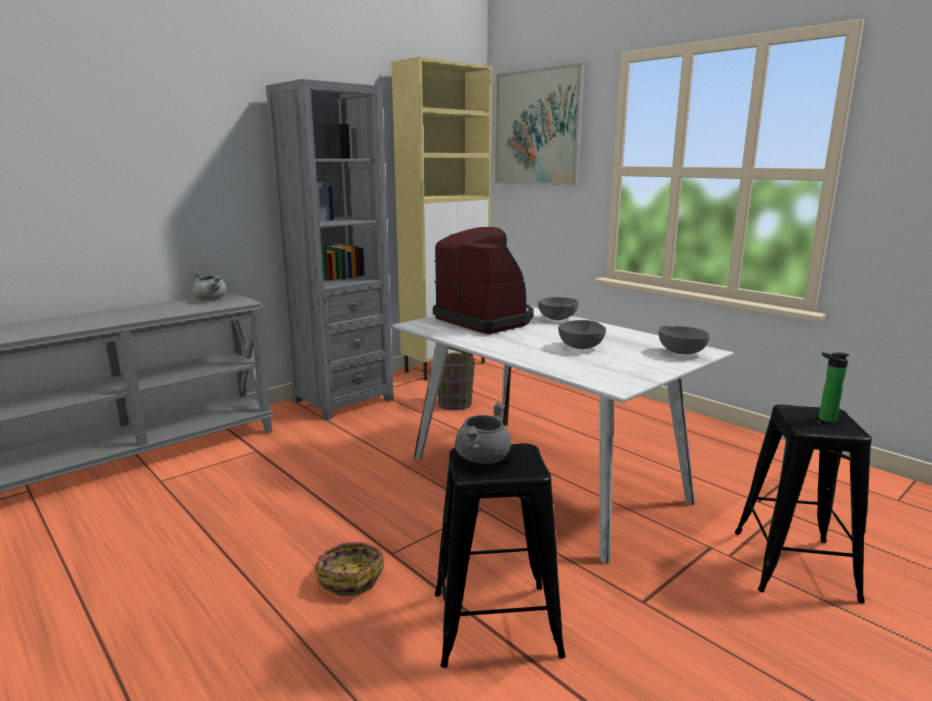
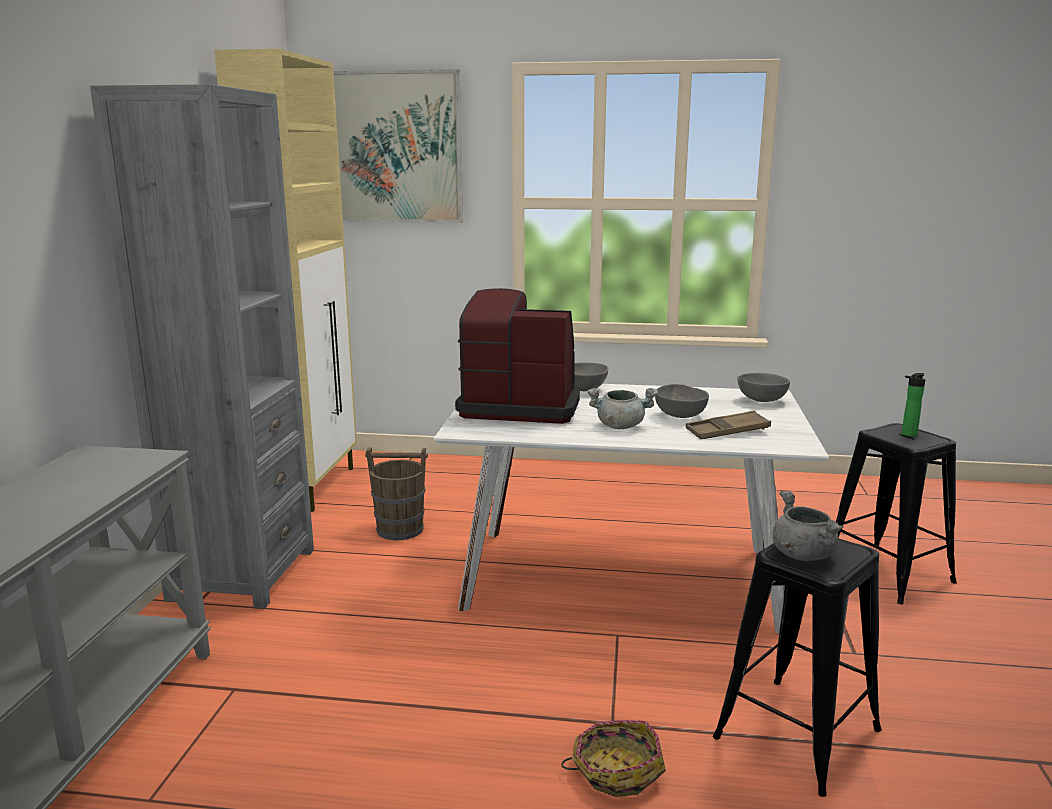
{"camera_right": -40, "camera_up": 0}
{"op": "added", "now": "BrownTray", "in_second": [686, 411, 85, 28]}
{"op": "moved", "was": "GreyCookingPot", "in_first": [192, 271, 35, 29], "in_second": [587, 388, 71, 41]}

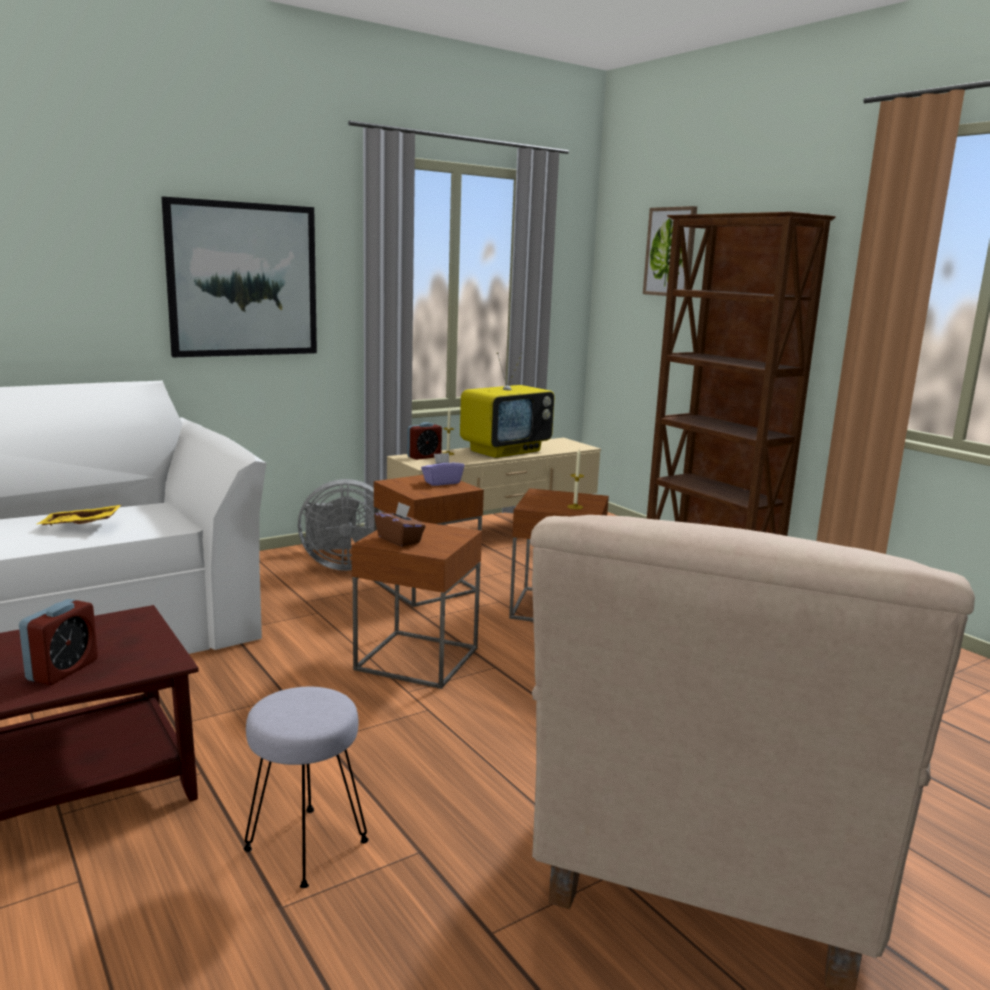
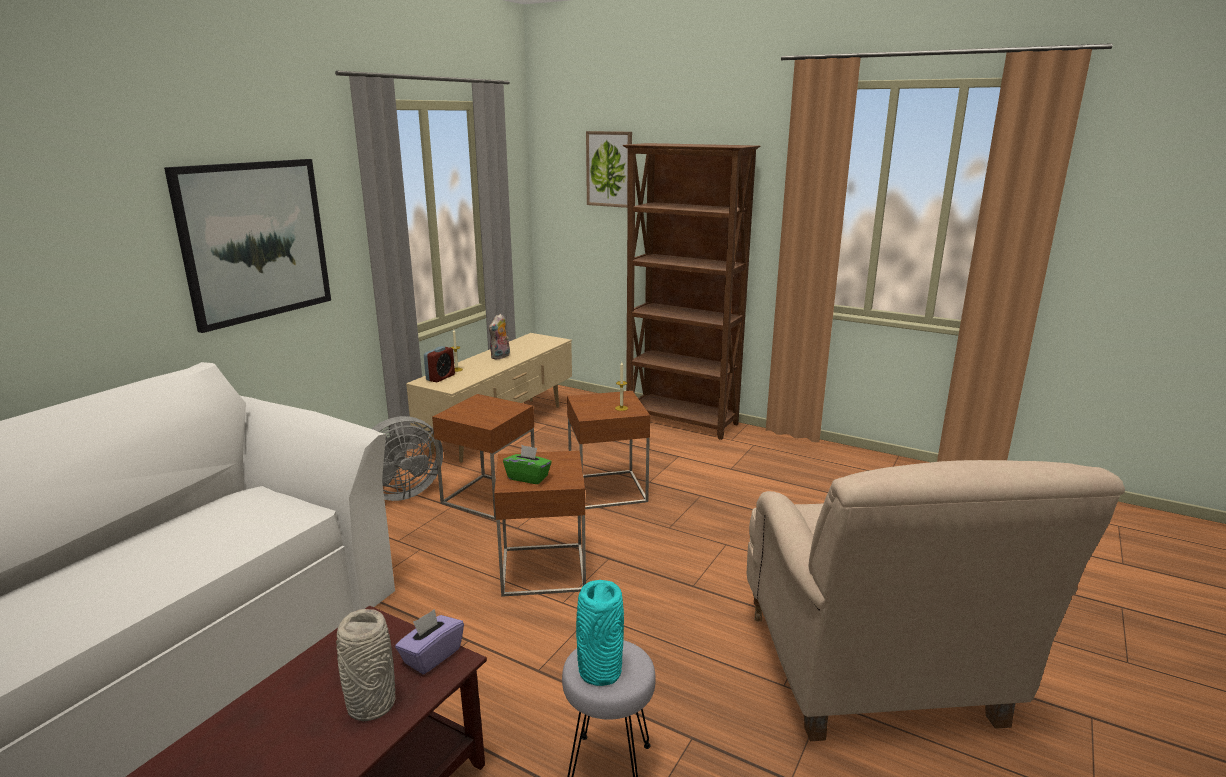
{"camera_right": -25, "camera_up": 5}
{"op": "removed", "was": "YellowTray", "in_first": [37, 505, 84, 21]}
{"op": "added", "now": "TurquoiseVase", "in_second": [576, 580, 48, 106]}
{"op": "moved", "was": "PurpleTissueBox", "in_first": [421, 453, 43, 33], "in_second": [395, 609, 69, 65]}
{"op": "replaced", "was": "AlarmClock", "now": "GreyVase", "in_first": [19, 599, 79, 86], "in_second": [336, 609, 60, 112]}
{"op": "replaced", "was": "Television", "now": "PlushToy", "in_first": [460, 352, 94, 106], "in_second": [489, 314, 21, 46]}
{"op": "recoloured", "was": "BrownTissueBox", "now": "GreenTissueBox", "in_first": [374, 502, 52, 45], "in_second": [503, 445, 49, 39]}

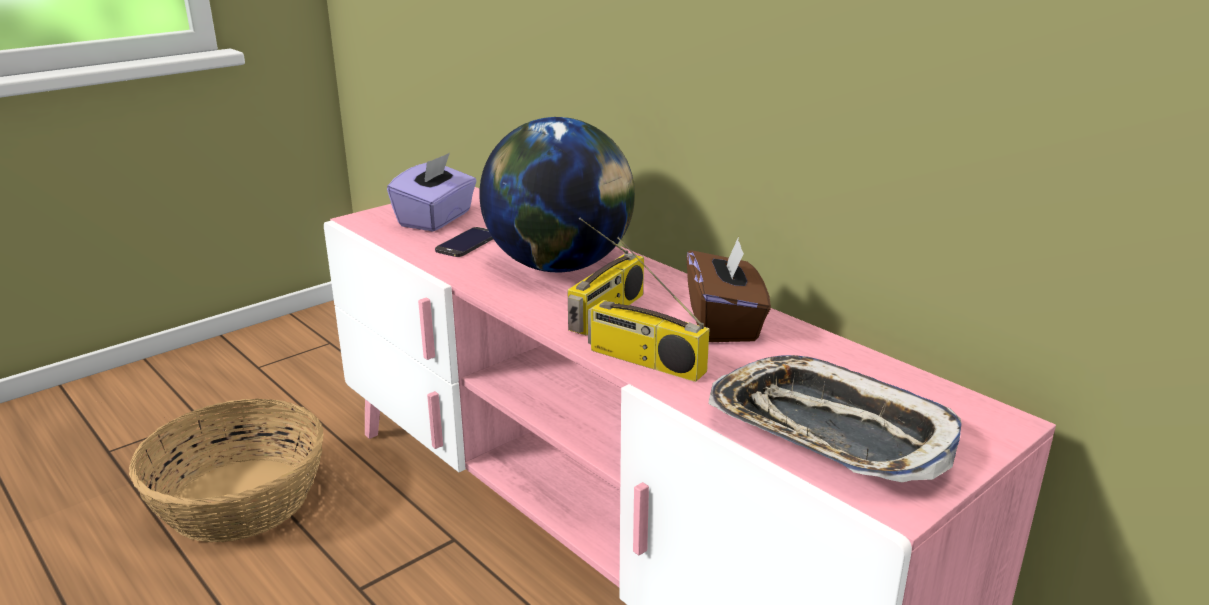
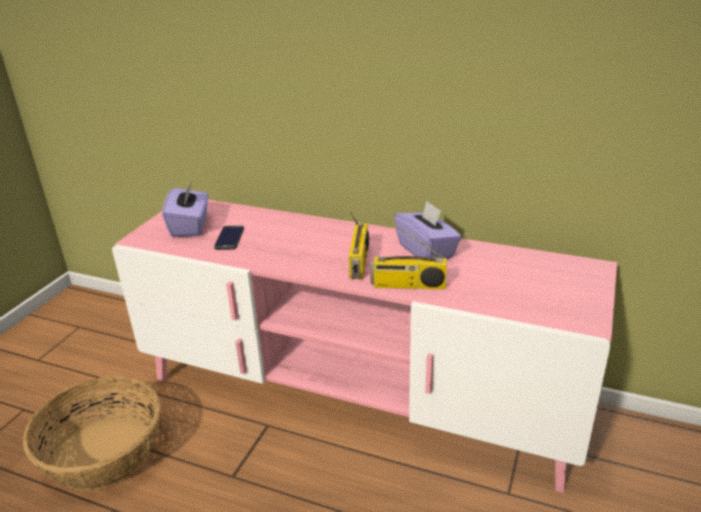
{"camera_right": -25, "camera_up": 5}
{"op": "removed", "was": "Globe", "in_first": [479, 117, 156, 155]}
{"op": "removed", "was": "Tray", "in_first": [708, 355, 254, 127]}
{"op": "recoloured", "was": "BrownTissueBox", "now": "PurpleTissueBox", "in_first": [686, 236, 85, 106], "in_second": [394, 201, 68, 58]}

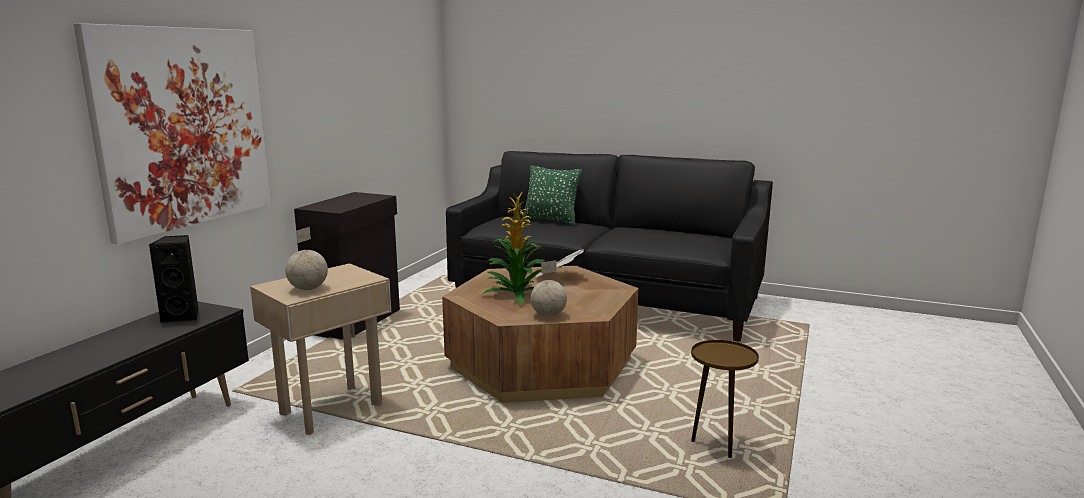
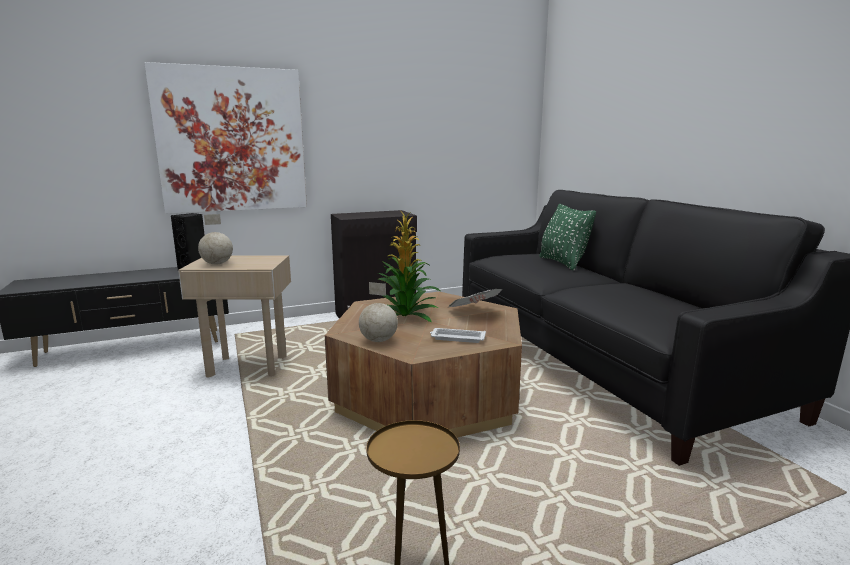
{"camera_right": 45, "camera_up": 0}
{"op": "added", "now": "WhiteTray", "in_second": [430, 328, 56, 15]}

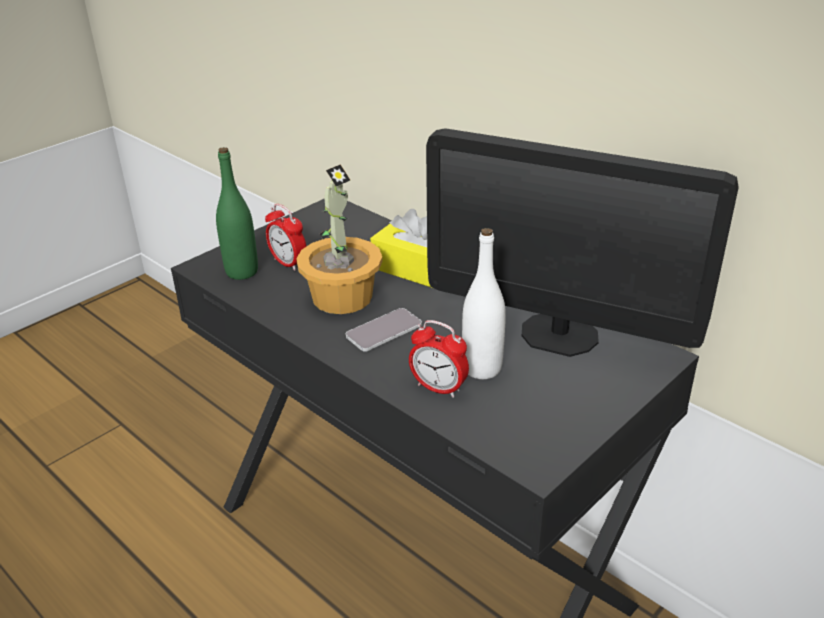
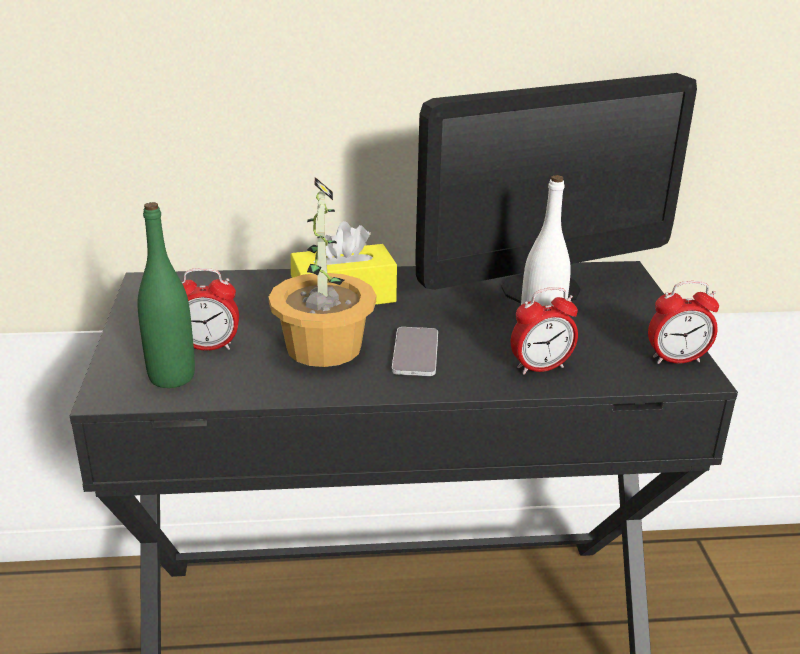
{"camera_right": -50, "camera_up": -5}
{"op": "added", "now": "AlarmClock", "in_second": [648, 281, 71, 83]}

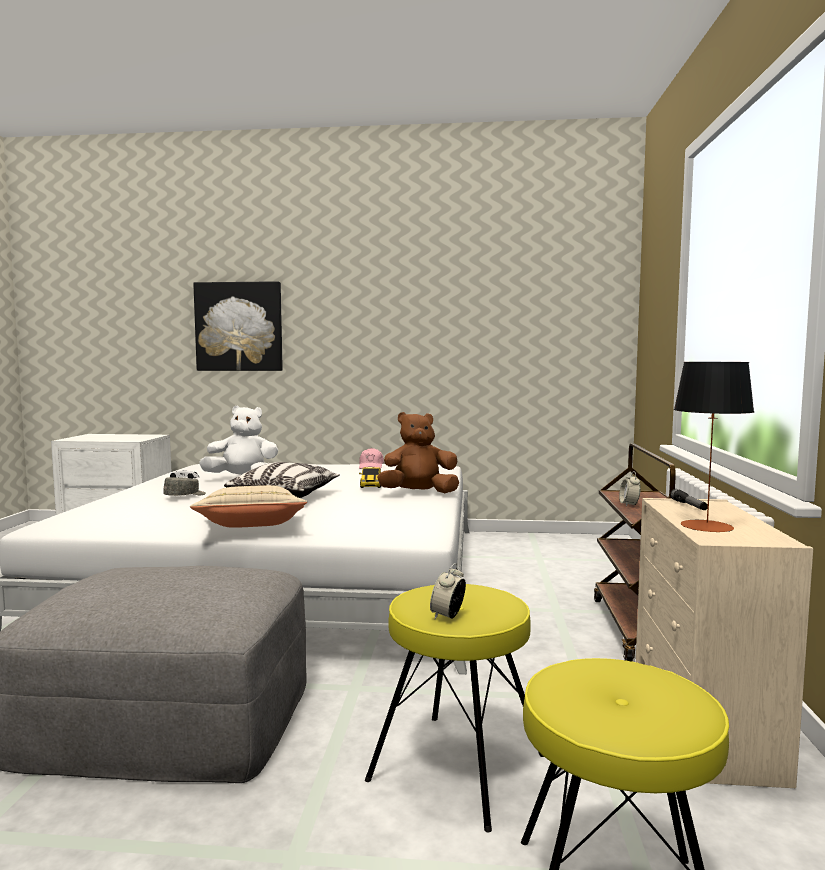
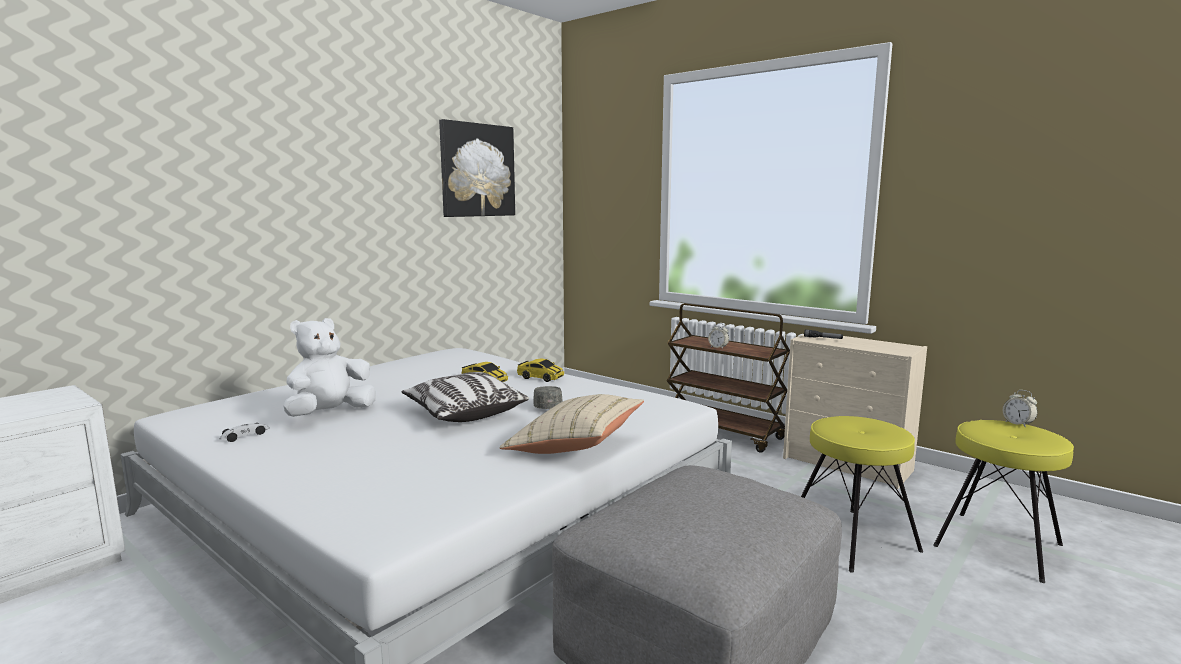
{"camera_right": -55, "camera_up": 5}
{"op": "removed", "was": "PinkCap", "in_first": [359, 448, 25, 21]}
{"op": "removed", "was": "TableLamp", "in_first": [674, 362, 80, 170]}
{"op": "moved", "was": "GreyCap", "in_first": [163, 477, 43, 19], "in_second": [533, 386, 30, 23]}
{"op": "moved", "was": "Picture", "in_first": [193, 281, 90, 90], "in_second": [439, 119, 76, 98]}
{"op": "moved", "was": "AlarmClock", "in_first": [430, 563, 36, 56], "in_second": [1003, 390, 35, 38]}
{"op": "replaced", "was": "BrownPlushToy", "now": "ToyCar", "in_first": [377, 412, 82, 81], "in_second": [517, 359, 47, 23]}

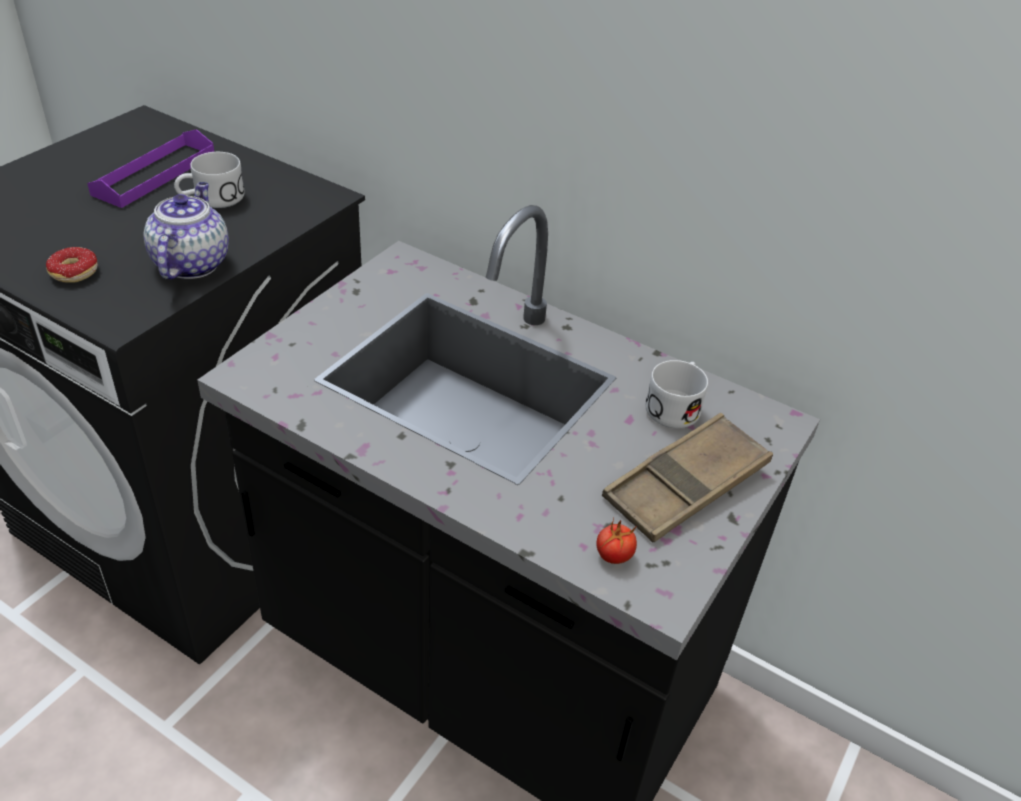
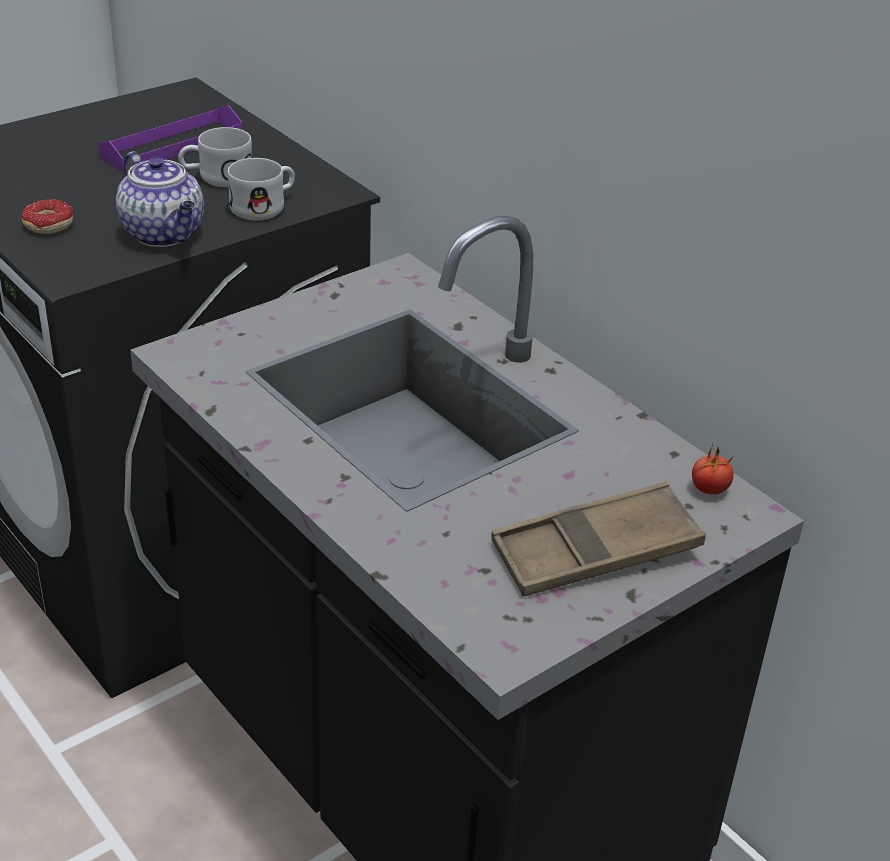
{"camera_right": 20, "camera_up": -5}
{"op": "moved", "was": "Tomato", "in_first": [596, 517, 41, 47], "in_second": [692, 444, 42, 51]}
{"op": "moved", "was": "WhiteMug", "in_first": [645, 360, 63, 68], "in_second": [228, 158, 67, 62]}
{"op": "turned", "was": "Teapot", "in_first": [144, 182, 85, 98], "in_second": [116, 151, 88, 96], "clockwise": 120}

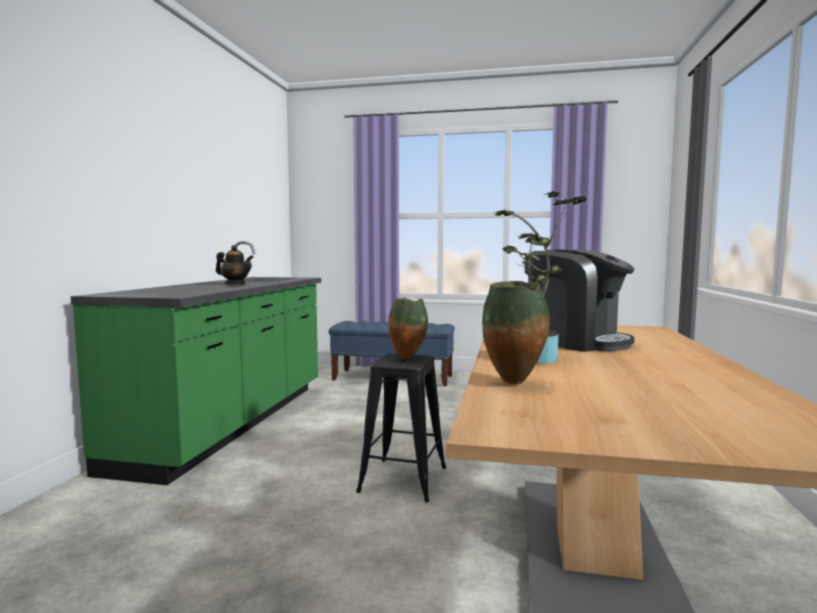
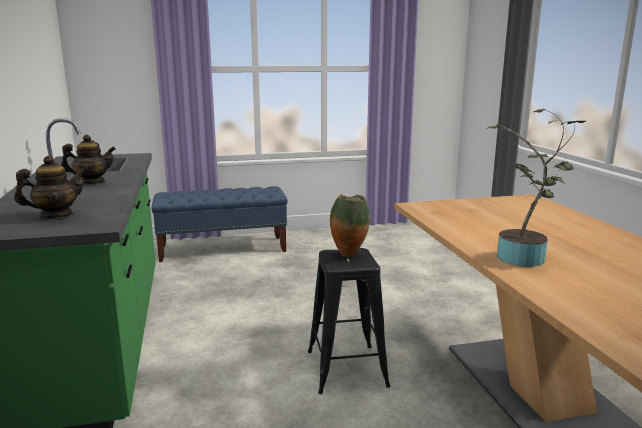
{"camera_right": -25, "camera_up": 10}
{"op": "removed", "was": "Vase", "in_first": [482, 281, 68, 104]}
{"op": "removed", "was": "CoffeeMachine", "in_first": [525, 249, 110, 103]}
{"op": "added", "now": "Teapot", "in_second": [14, 156, 73, 63]}

